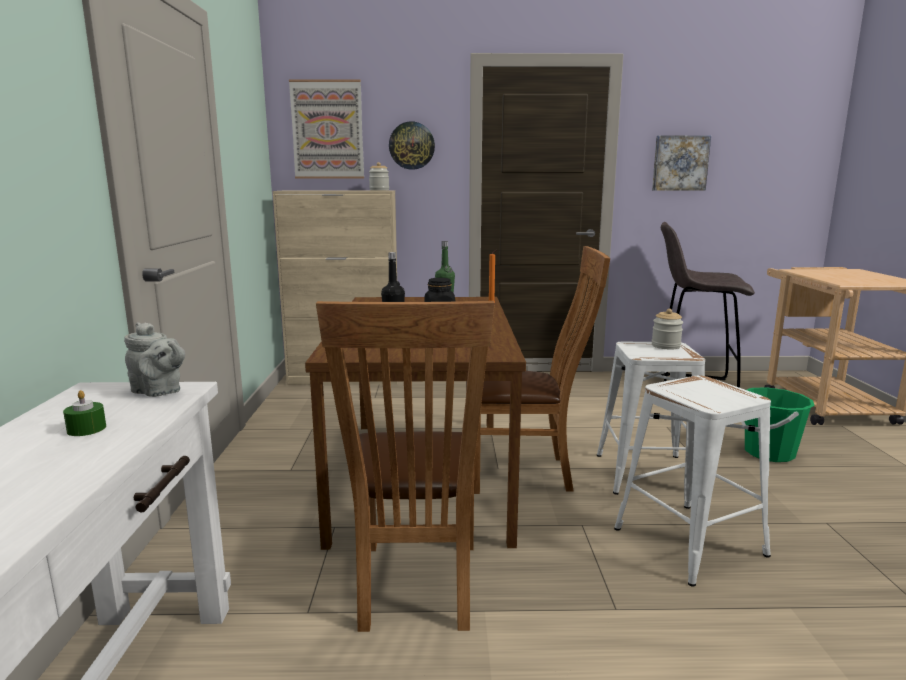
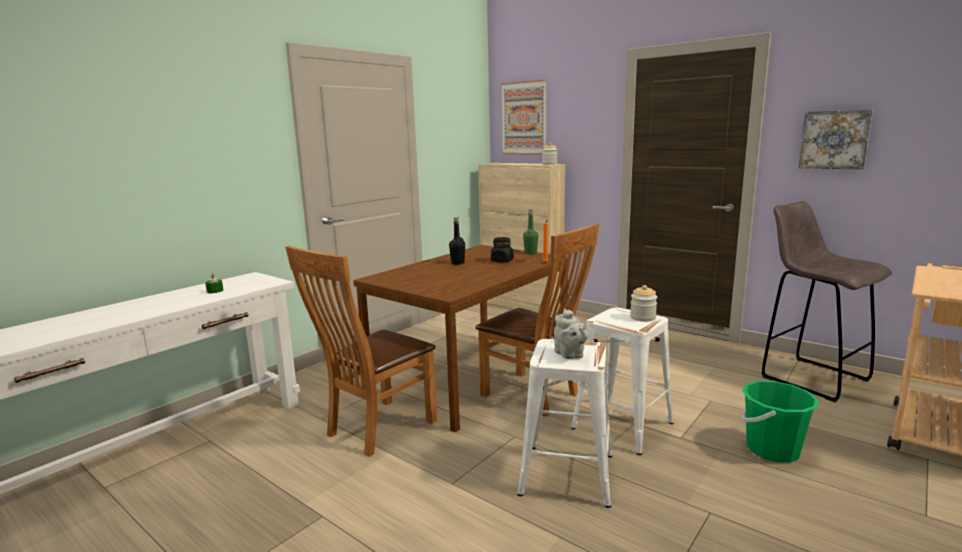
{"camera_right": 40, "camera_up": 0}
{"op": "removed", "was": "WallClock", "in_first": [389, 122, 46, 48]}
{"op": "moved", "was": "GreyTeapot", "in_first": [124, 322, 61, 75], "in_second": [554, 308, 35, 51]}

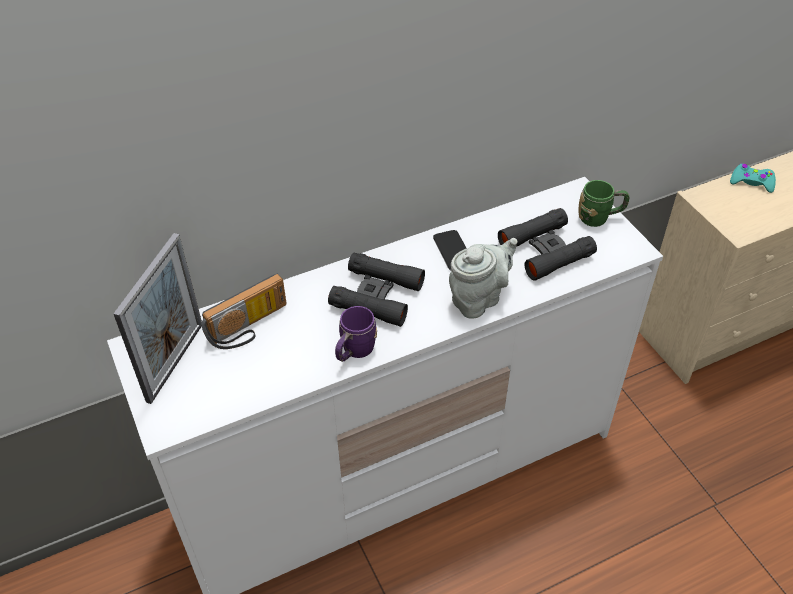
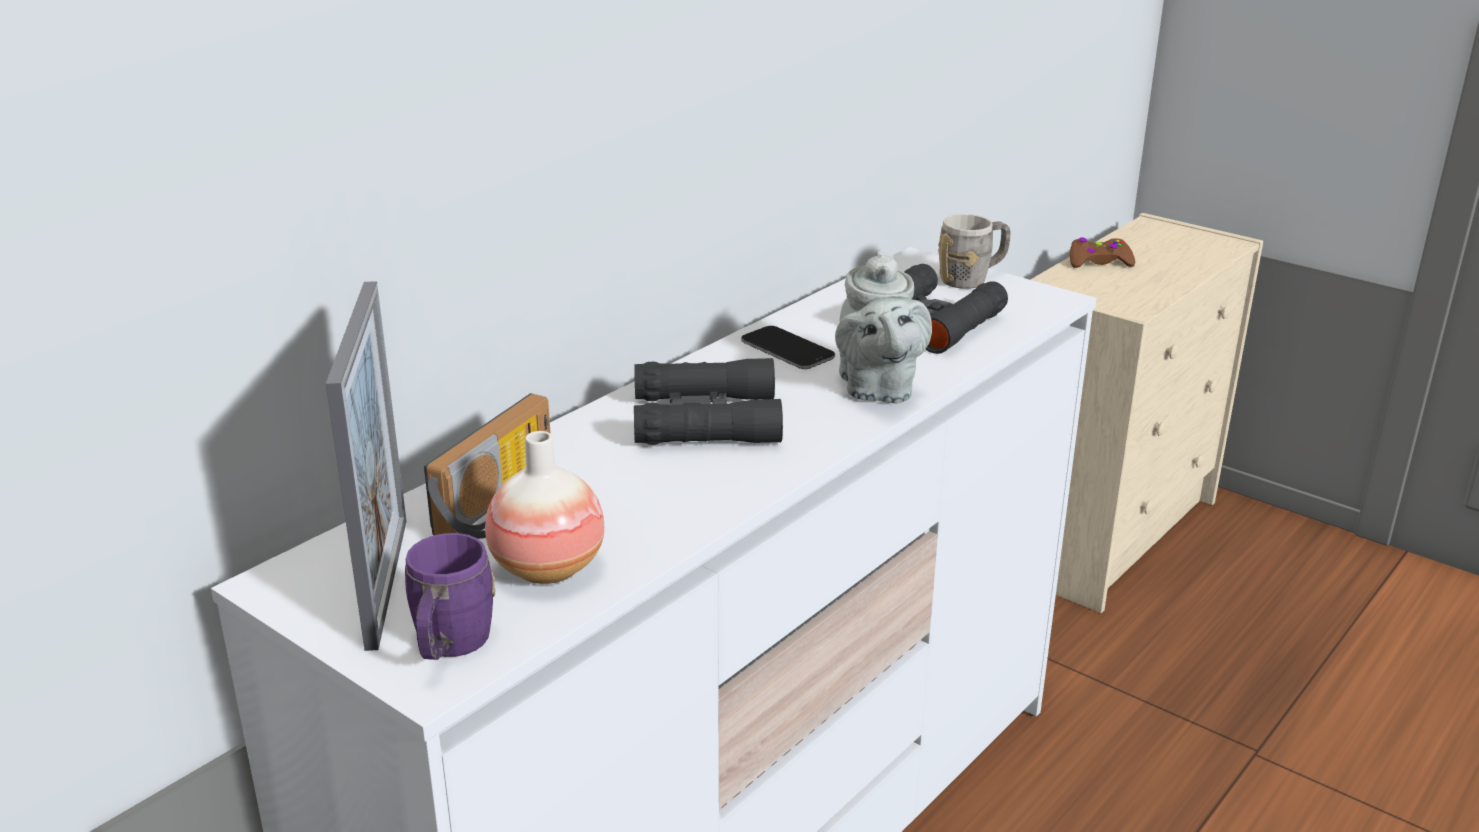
{"camera_right": -25, "camera_up": -20}
{"op": "added", "now": "Vase", "in_second": [485, 431, 119, 153]}
{"op": "moved", "was": "PurpleMug", "in_first": [335, 306, 42, 56], "in_second": [405, 533, 91, 127]}
{"op": "recoloured", "was": "GreenMug", "now": "GreyMug", "in_first": [579, 180, 51, 47], "in_second": [938, 214, 73, 75]}
{"op": "recoloured", "was": "TurquoiseGameController", "now": "BrownGameController", "in_first": [730, 164, 46, 29], "in_second": [1070, 237, 65, 31]}
{"op": "turned", "was": "GreyTeapot", "in_first": [449, 238, 69, 81], "in_second": [835, 249, 97, 154], "clockwise": 150}

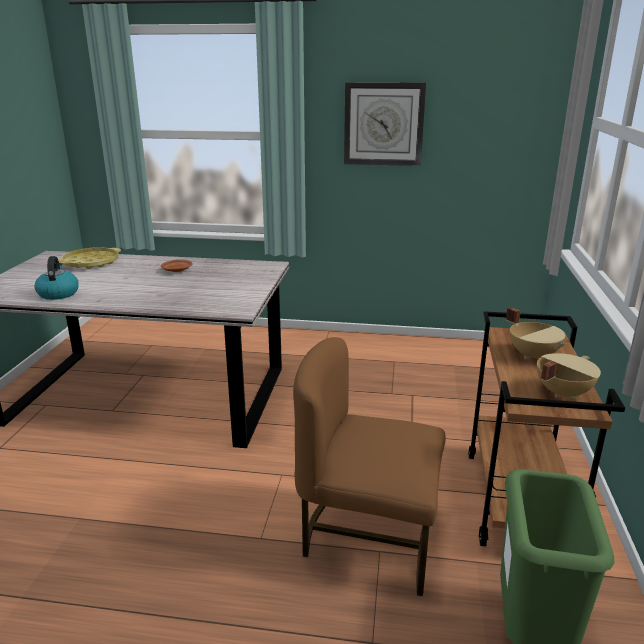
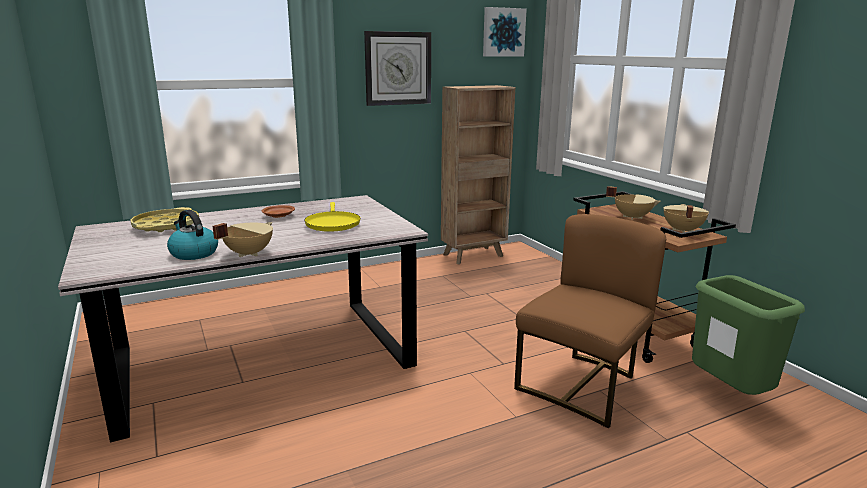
{"camera_right": -35, "camera_up": -5}
{"op": "added", "now": "BeigeCookingPot", "in_second": [213, 222, 60, 35]}
{"op": "added", "now": "YellowFryingPan", "in_second": [304, 202, 57, 30]}
{"op": "added", "now": "BrownBookcase", "in_second": [441, 85, 74, 179]}
{"op": "added", "now": "Picture", "in_second": [483, 7, 44, 50]}
{"op": "turned", "was": "BrownChair", "in_first": [293, 337, 153, 259], "in_second": [514, 214, 152, 214], "clockwise": 150}

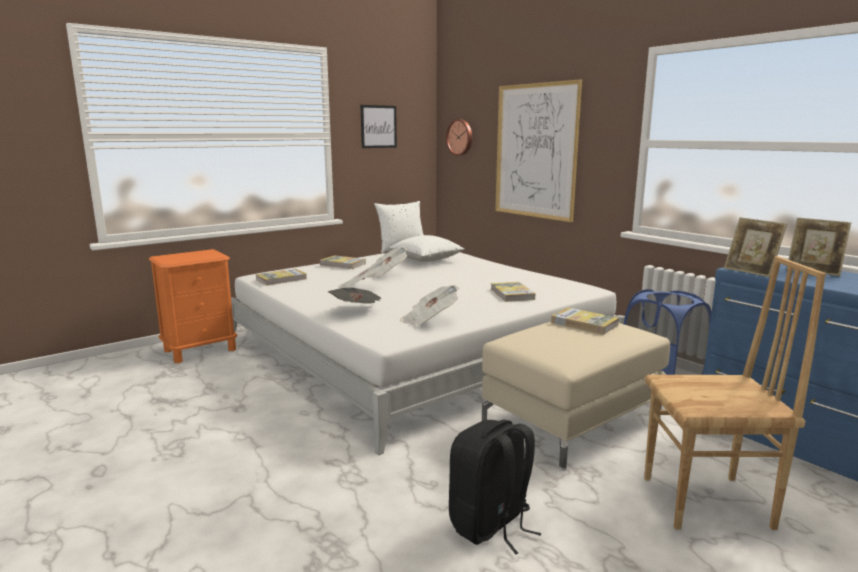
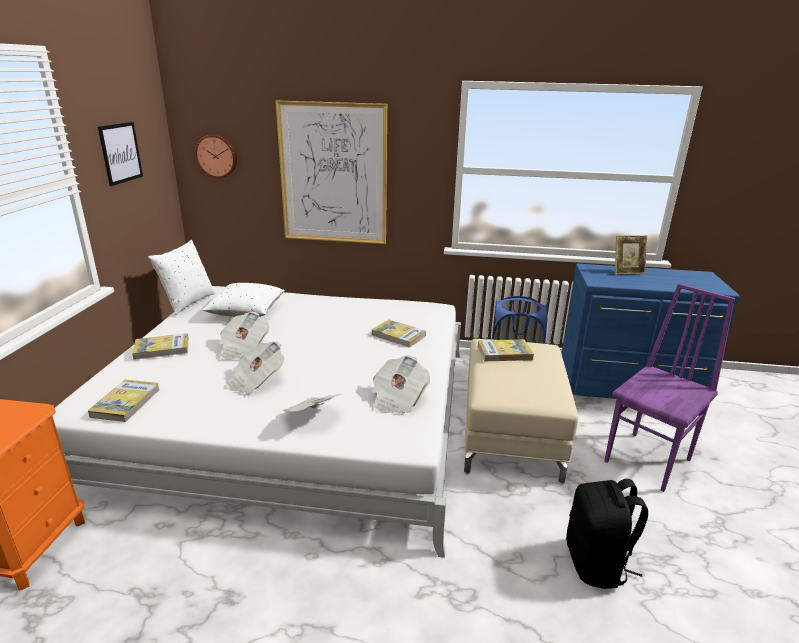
{"camera_right": -45, "camera_up": 10}
{"op": "removed", "was": "PictureFrame", "in_first": [724, 217, 63, 60]}
{"op": "recoloured", "was": "BrownChair", "now": "PurpleChair", "in_first": [644, 256, 182, 274], "in_second": [604, 283, 131, 209]}

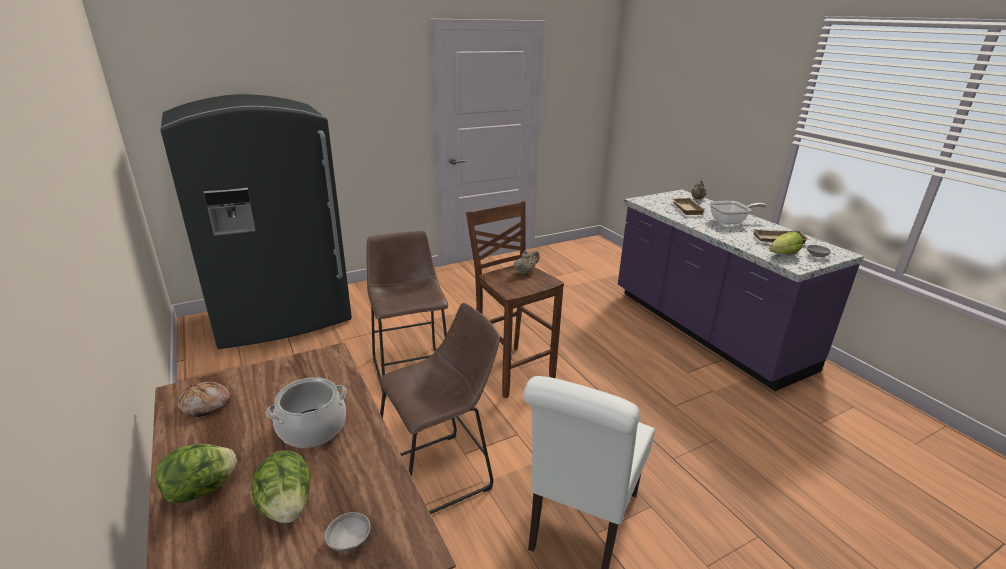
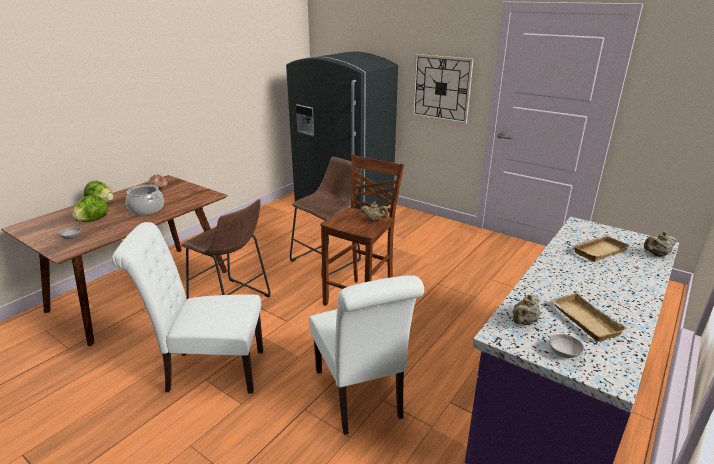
{"camera_right": 65, "camera_up": 0}
{"op": "removed", "was": "FryingPan", "in_first": [709, 201, 58, 24]}
{"op": "added", "now": "WhiteChair", "in_second": [309, 275, 115, 160]}
{"op": "added", "now": "WallClock", "in_second": [412, 54, 62, 70]}
{"op": "replaced", "was": "Lettuce", "now": "BeigeTeapot", "in_first": [769, 232, 34, 22], "in_second": [512, 294, 28, 31]}

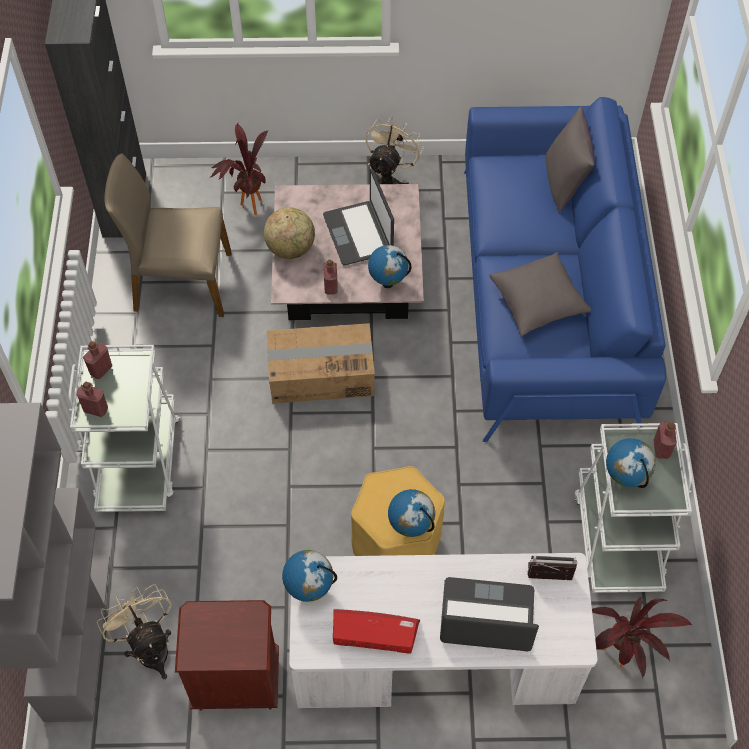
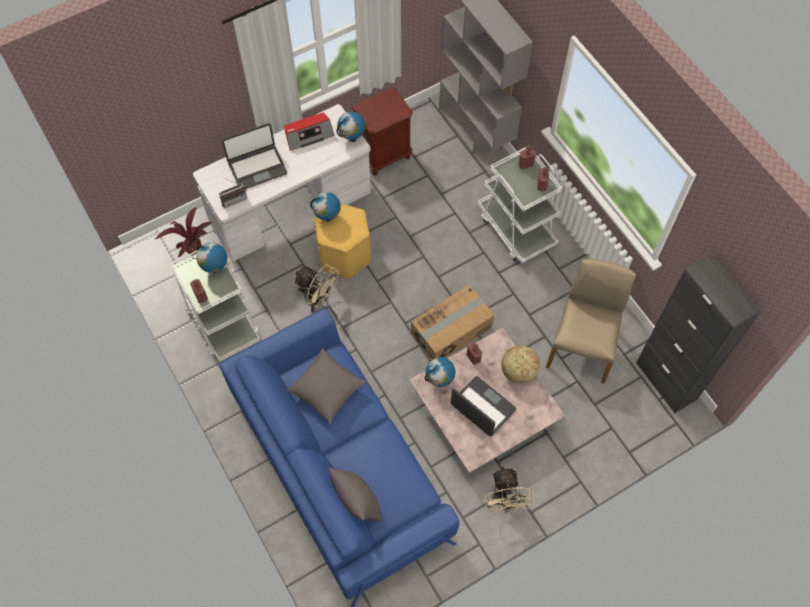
{"camera_right": 150, "camera_up": 5}
{"op": "removed", "was": "PottedPlant", "in_first": [210, 123, 58, 93]}
{"op": "moved", "was": "BeigeFan", "in_first": [97, 584, 74, 95], "in_second": [293, 264, 46, 48]}
{"op": "turned", "was": "BeigeChair", "in_first": [104, 154, 128, 163], "in_second": [546, 259, 90, 125], "clockwise": -45}

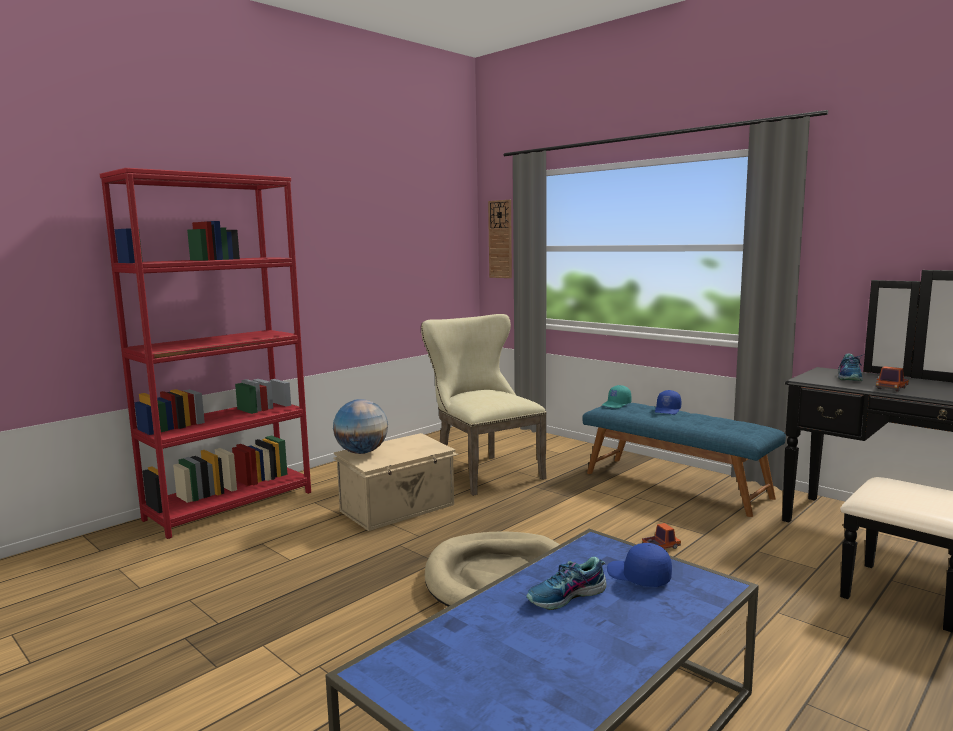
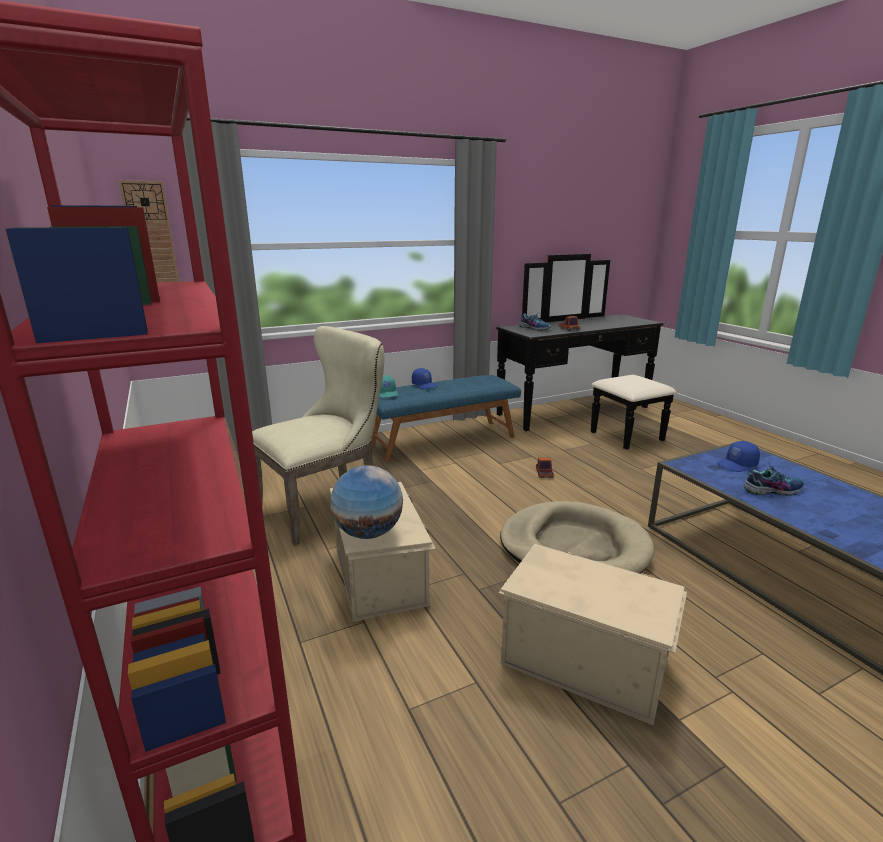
{"camera_right": -70, "camera_up": 10}
{"op": "added", "now": "BeigeStorageBox", "in_second": [499, 544, 188, 181]}
{"op": "turned", "was": "BeigeChair", "in_first": [421, 314, 126, 182], "in_second": [252, 326, 132, 219], "clockwise": 150}
{"op": "turned", "was": "Shoe", "in_first": [527, 557, 79, 53], "in_second": [744, 465, 60, 31], "clockwise": -90}

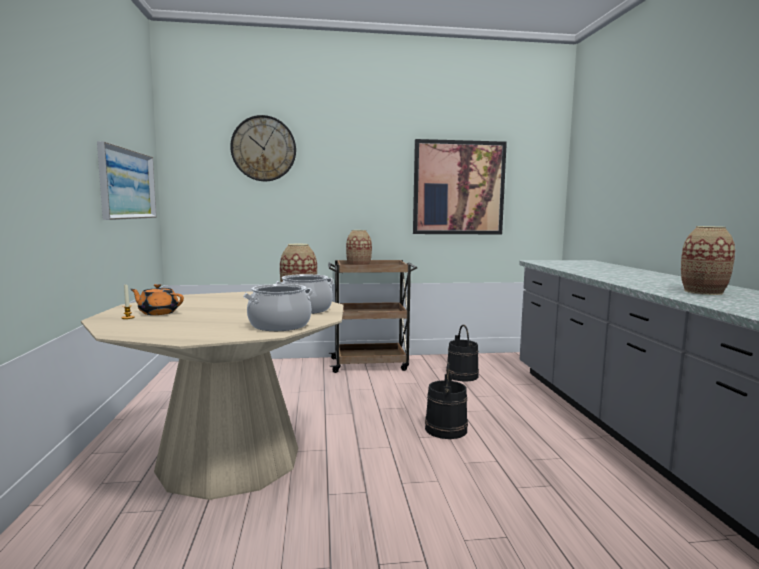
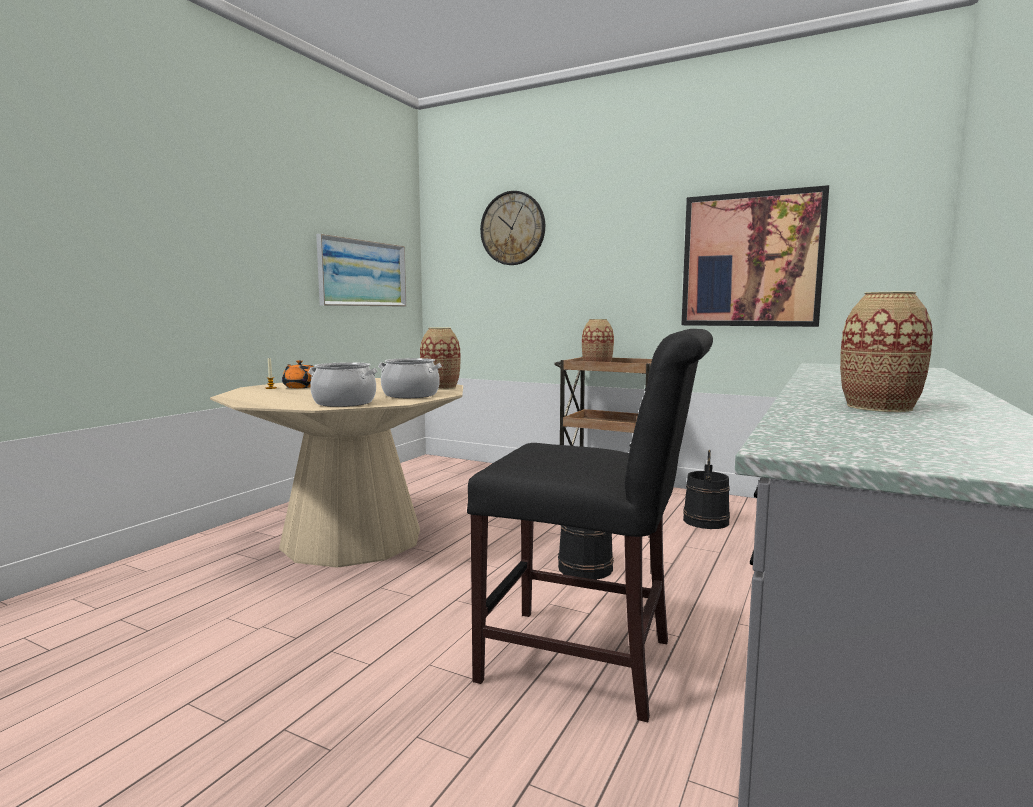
{"camera_right": 35, "camera_up": 0}
{"op": "added", "now": "BlackChair", "in_second": [467, 329, 246, 393]}

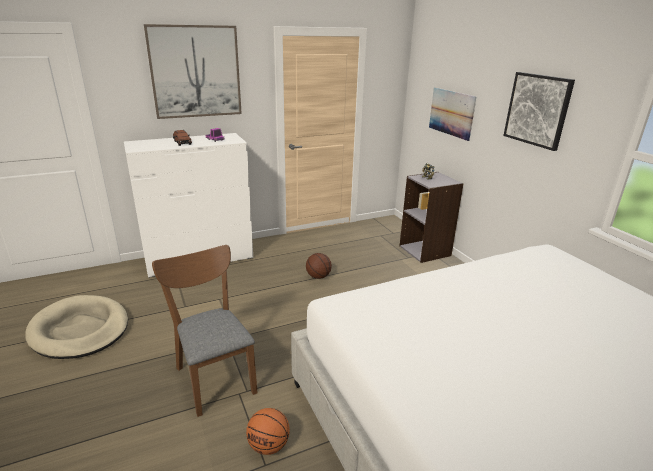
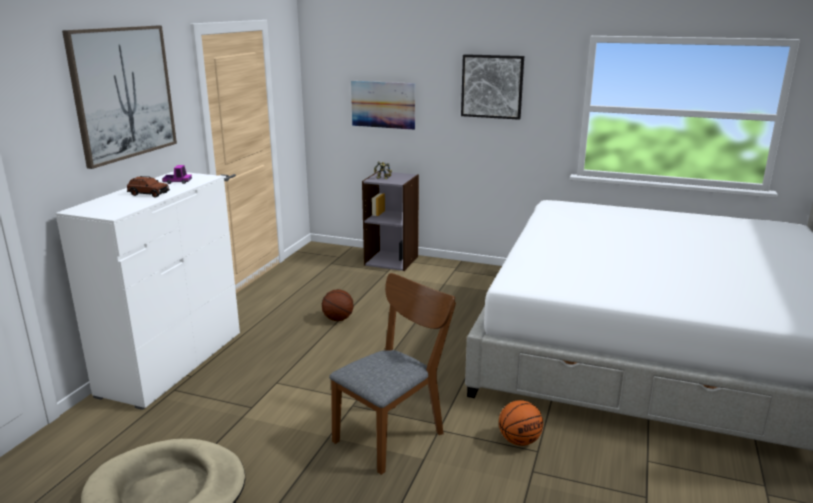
{"camera_right": -45, "camera_up": -5}
{"op": "turned", "was": "BrownChair", "in_first": [152, 245, 106, 172], "in_second": [329, 273, 127, 202], "clockwise": 120}

